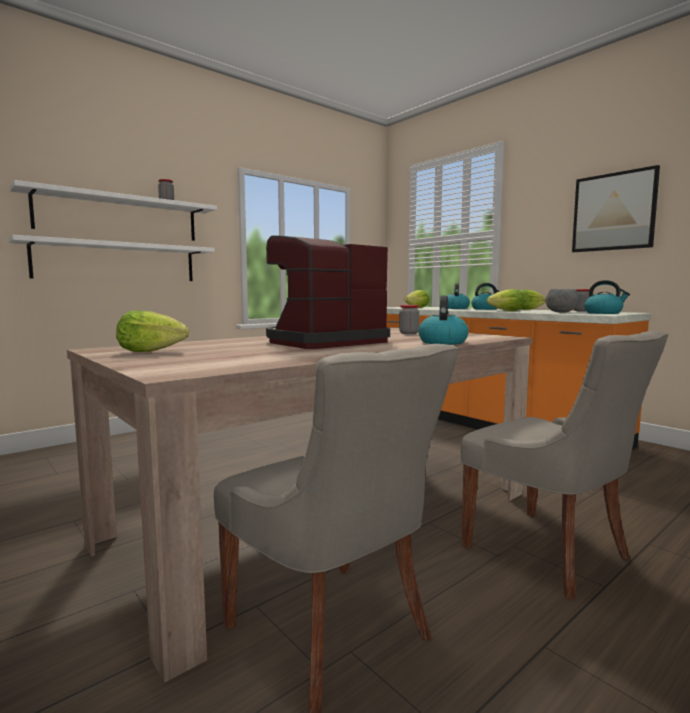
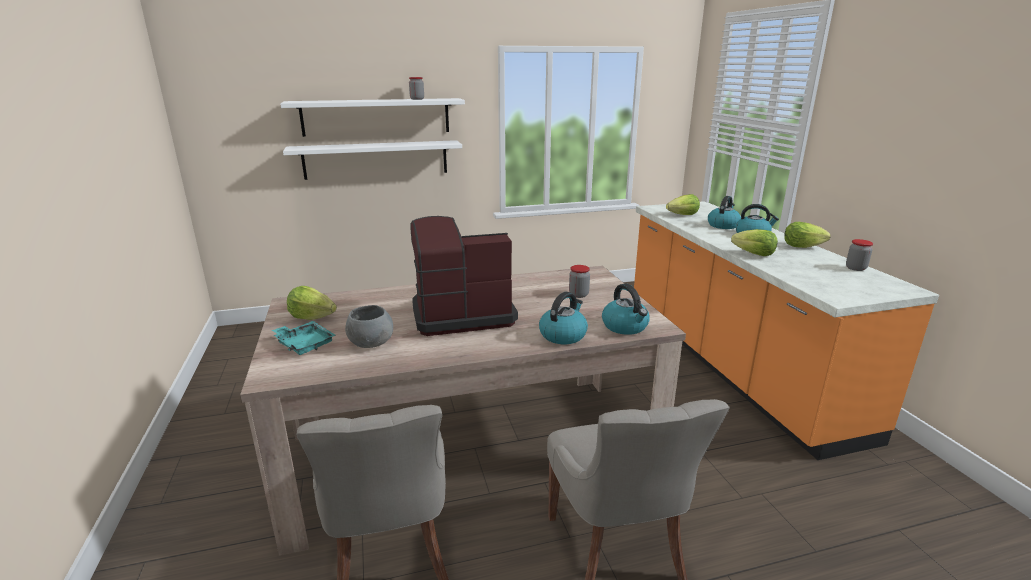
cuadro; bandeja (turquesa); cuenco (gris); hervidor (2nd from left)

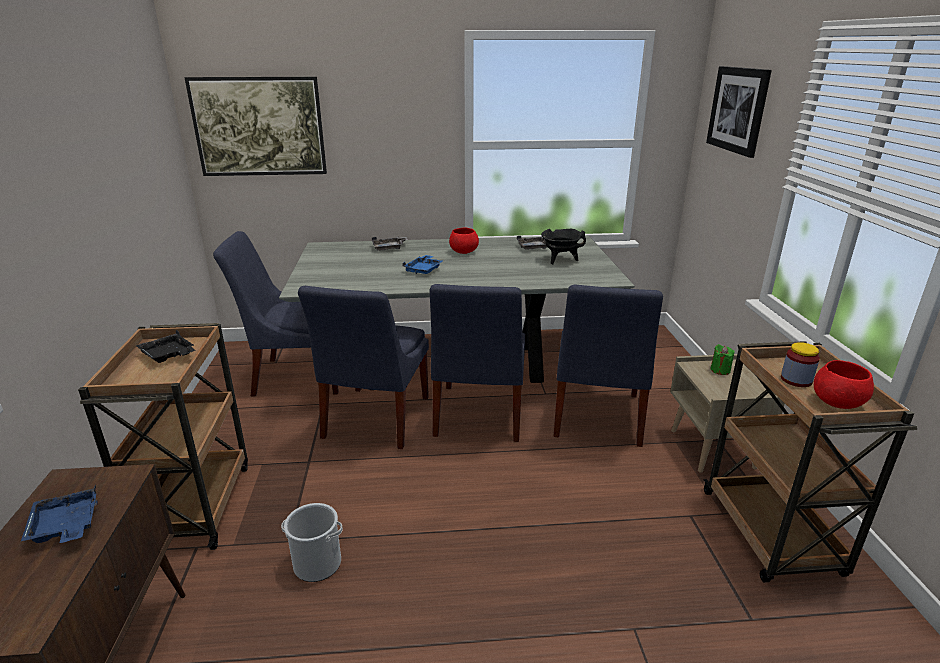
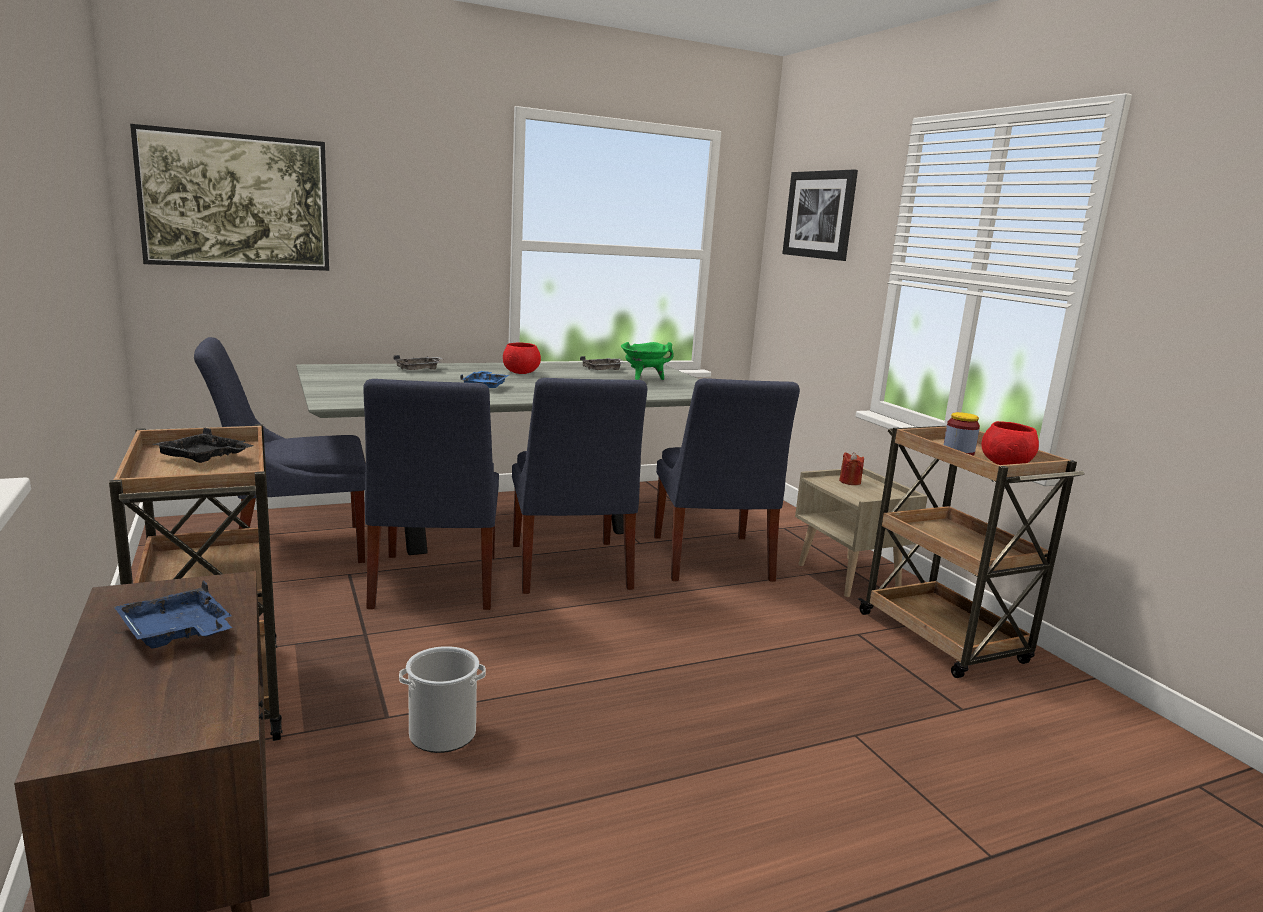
olla (verde); vela (rojo)

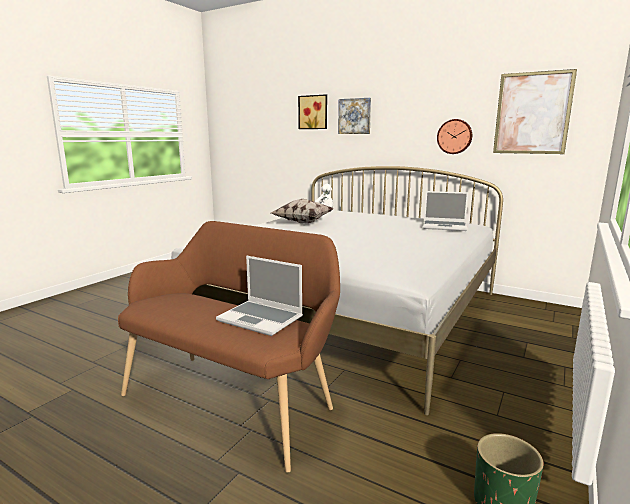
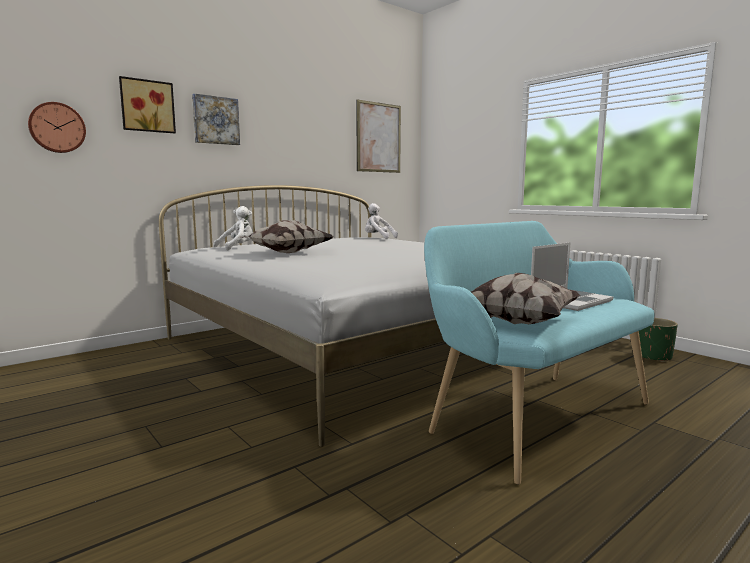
cojín (2nd from left); reloj de pared; peluche (blanco) (2nd from left); banco (turquesa)

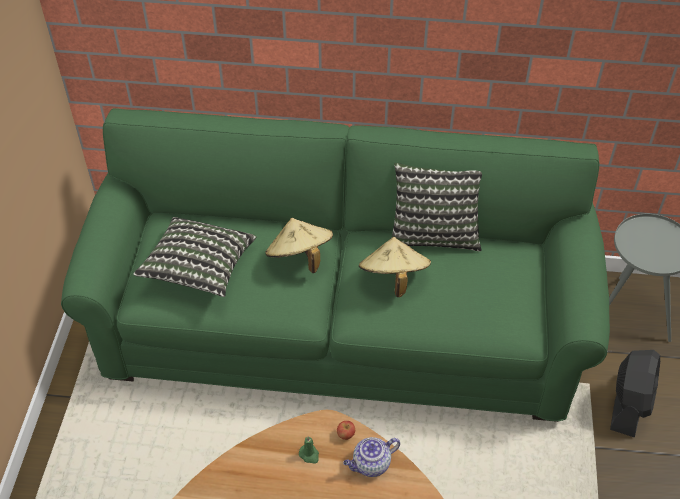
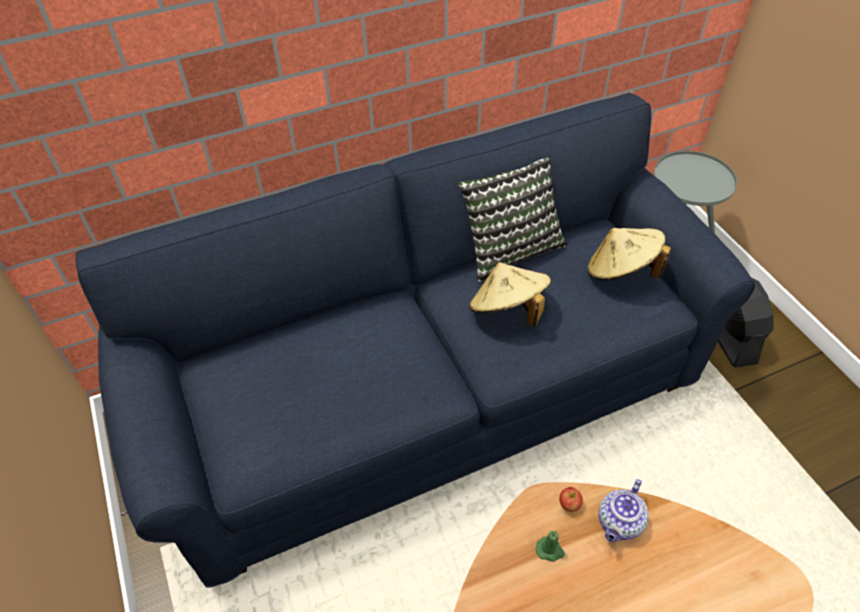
cojín (1st from left in the first image); sombrero (beis) (2nd from left); sofá (azul)

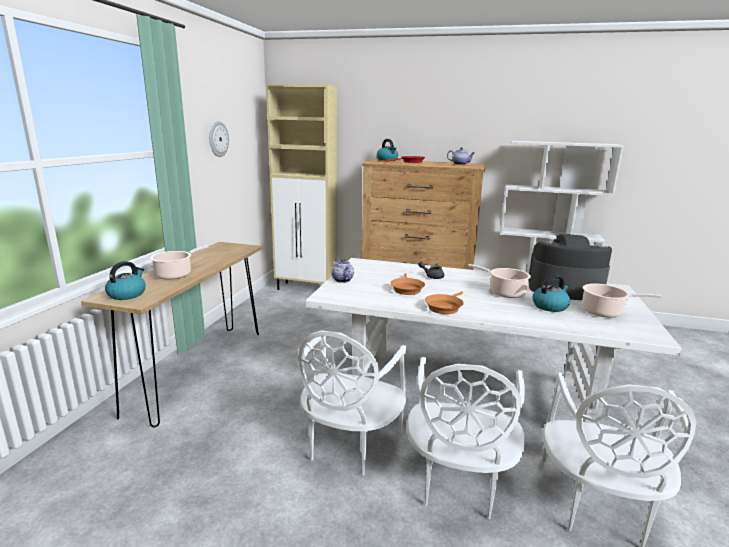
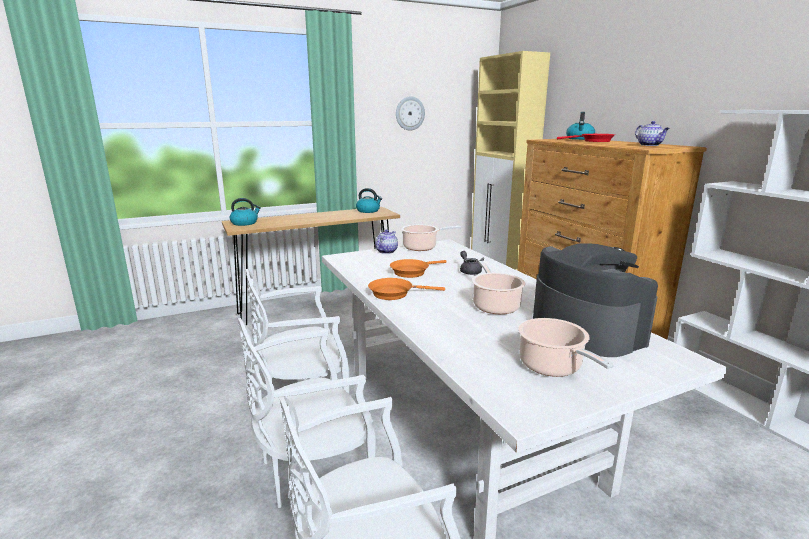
olla (1st from left); hervidor (2nd from left)

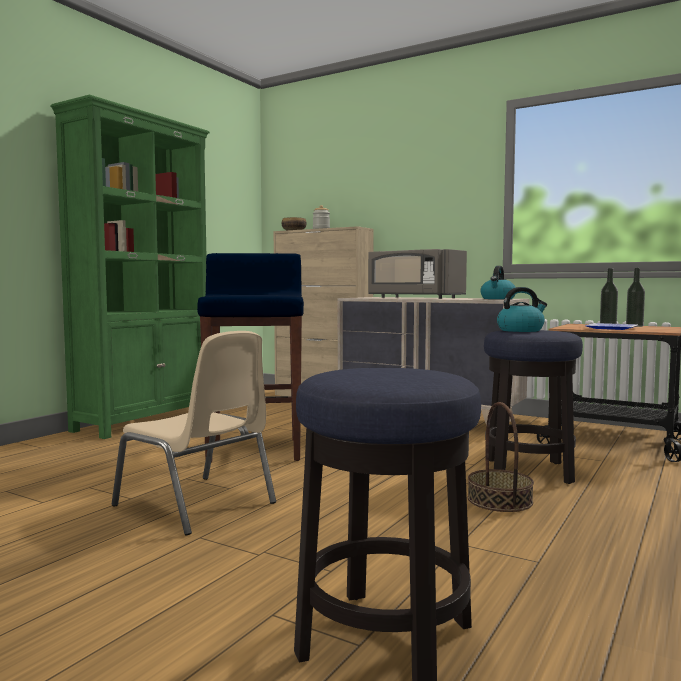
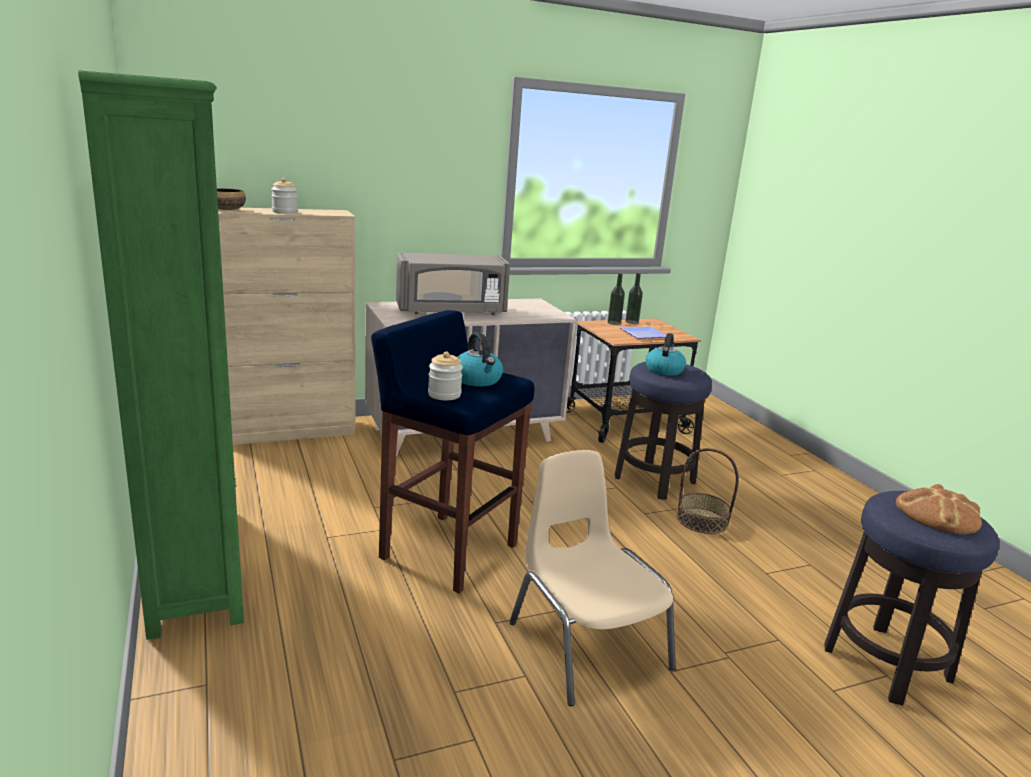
tarro (2nd from left); pan; hervidor (1st from left); silla (beis)

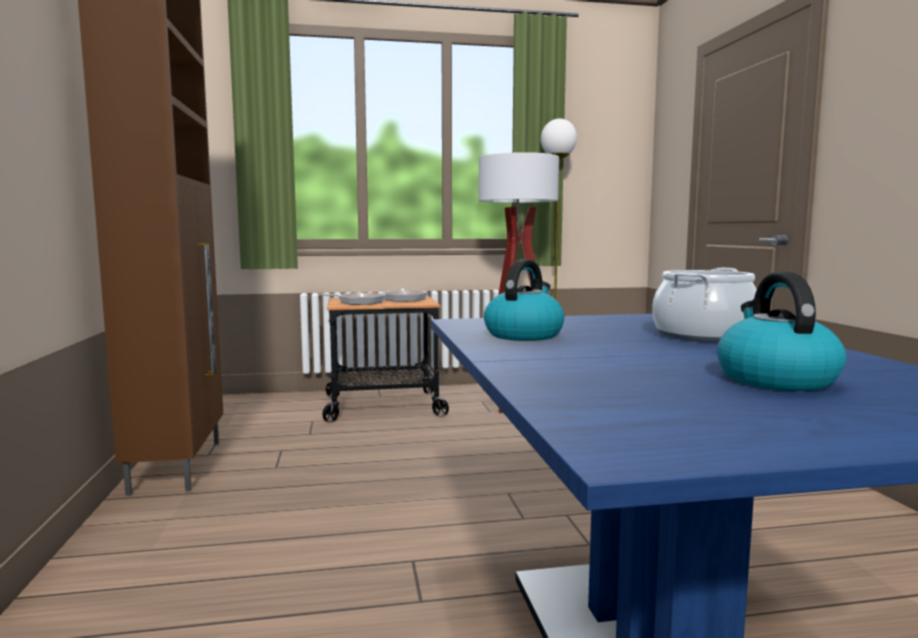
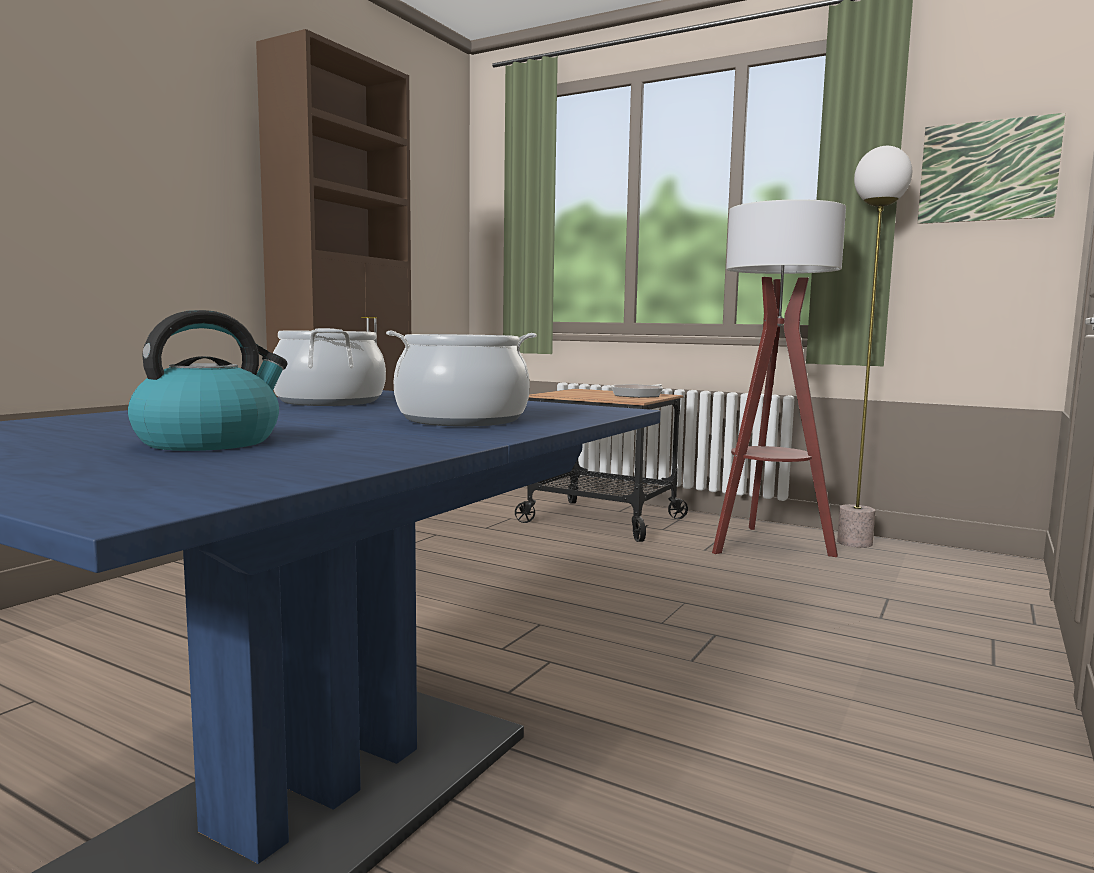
sartén (1st from left in the first image); cuadro; olla (1st from left)

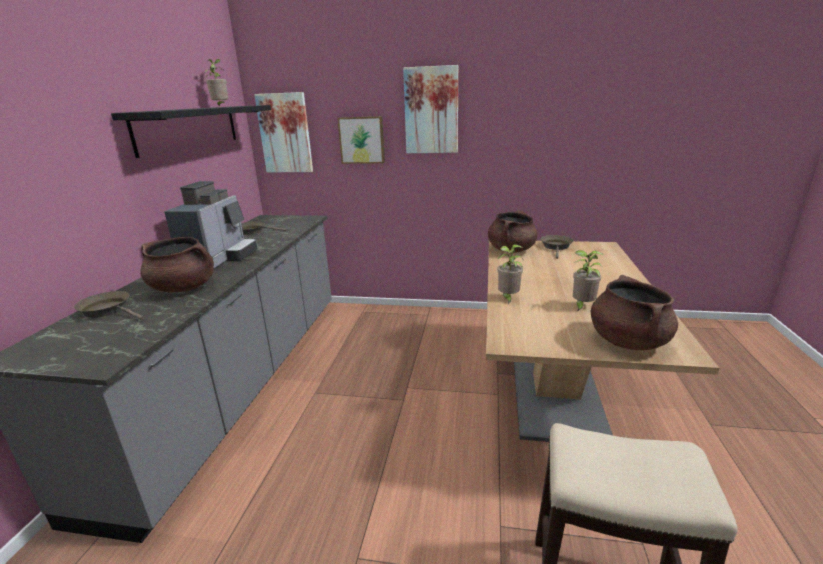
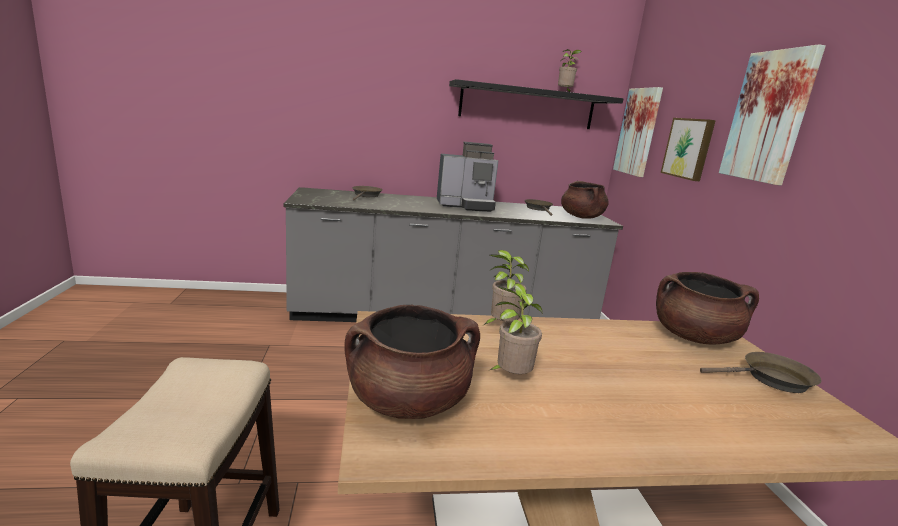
olla (marrón) (2nd from left)

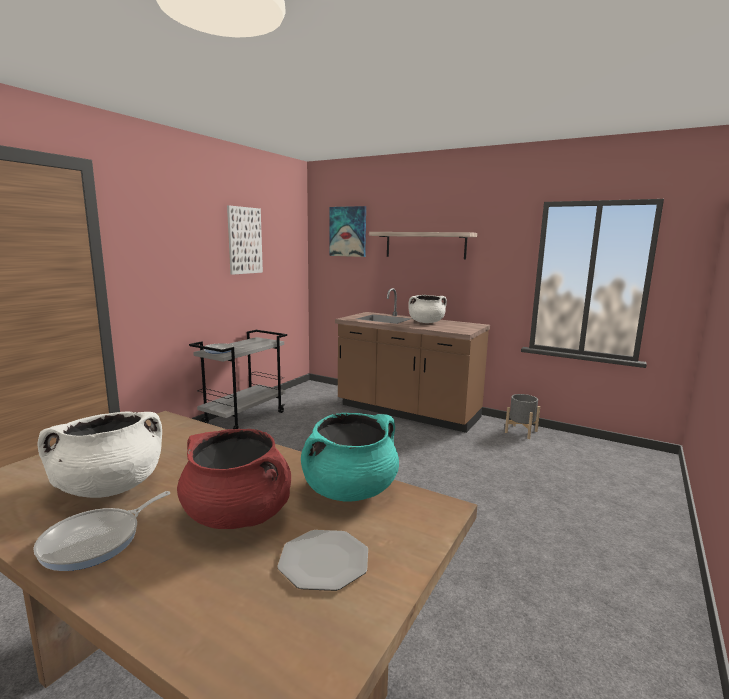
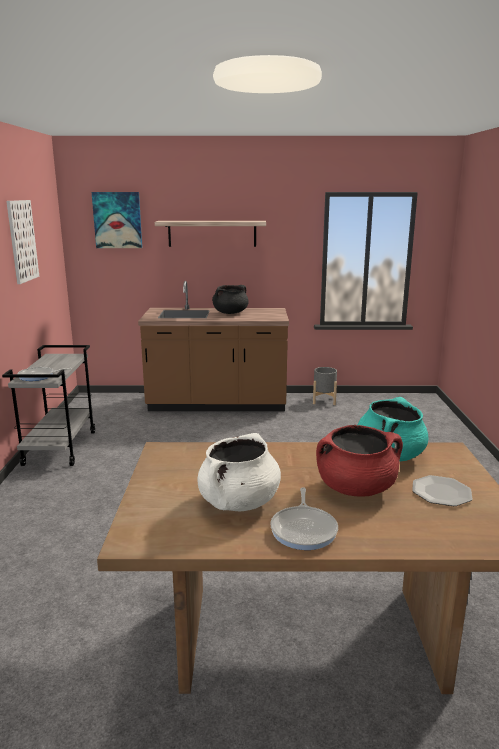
olla (negro)

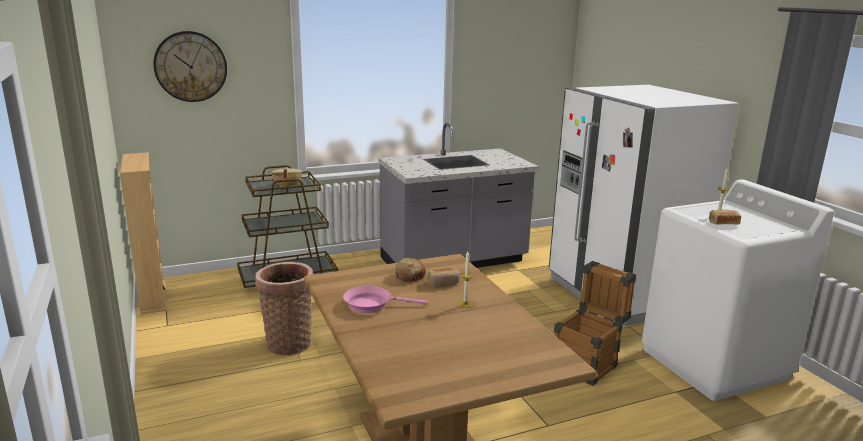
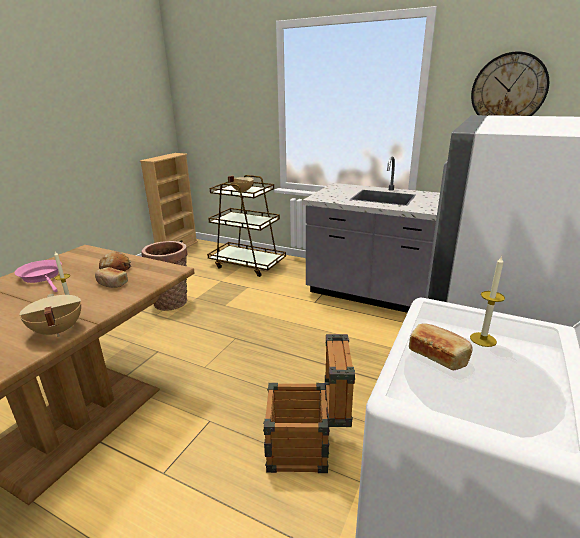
olla (beis) (1st from left); reloj de pared

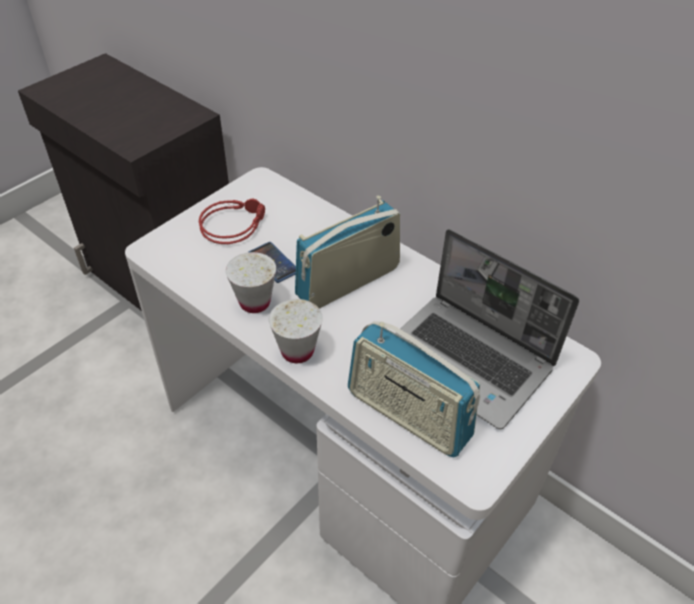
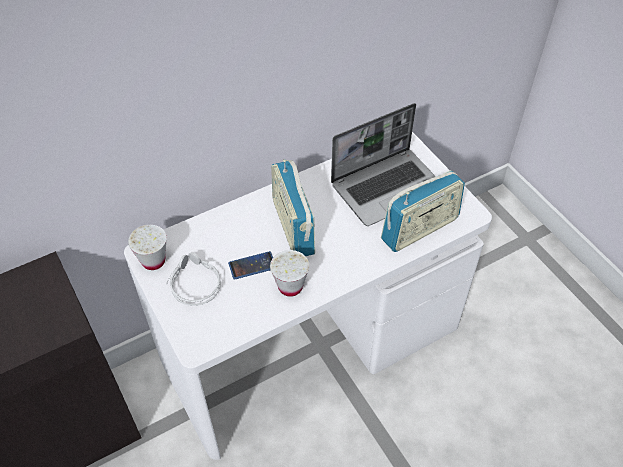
taza (blanco) (1st from left); auriculares (gris)

